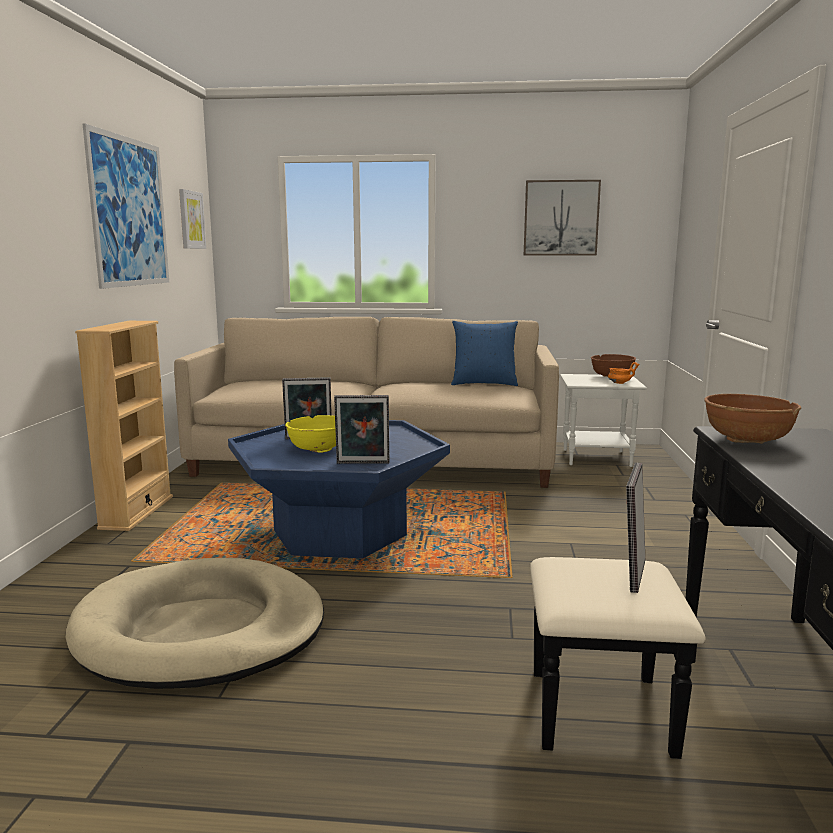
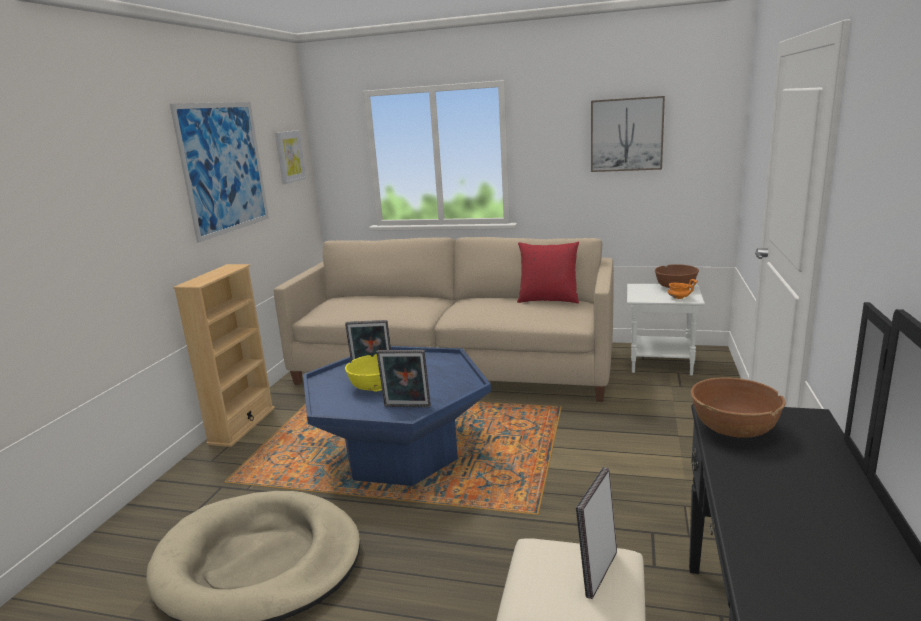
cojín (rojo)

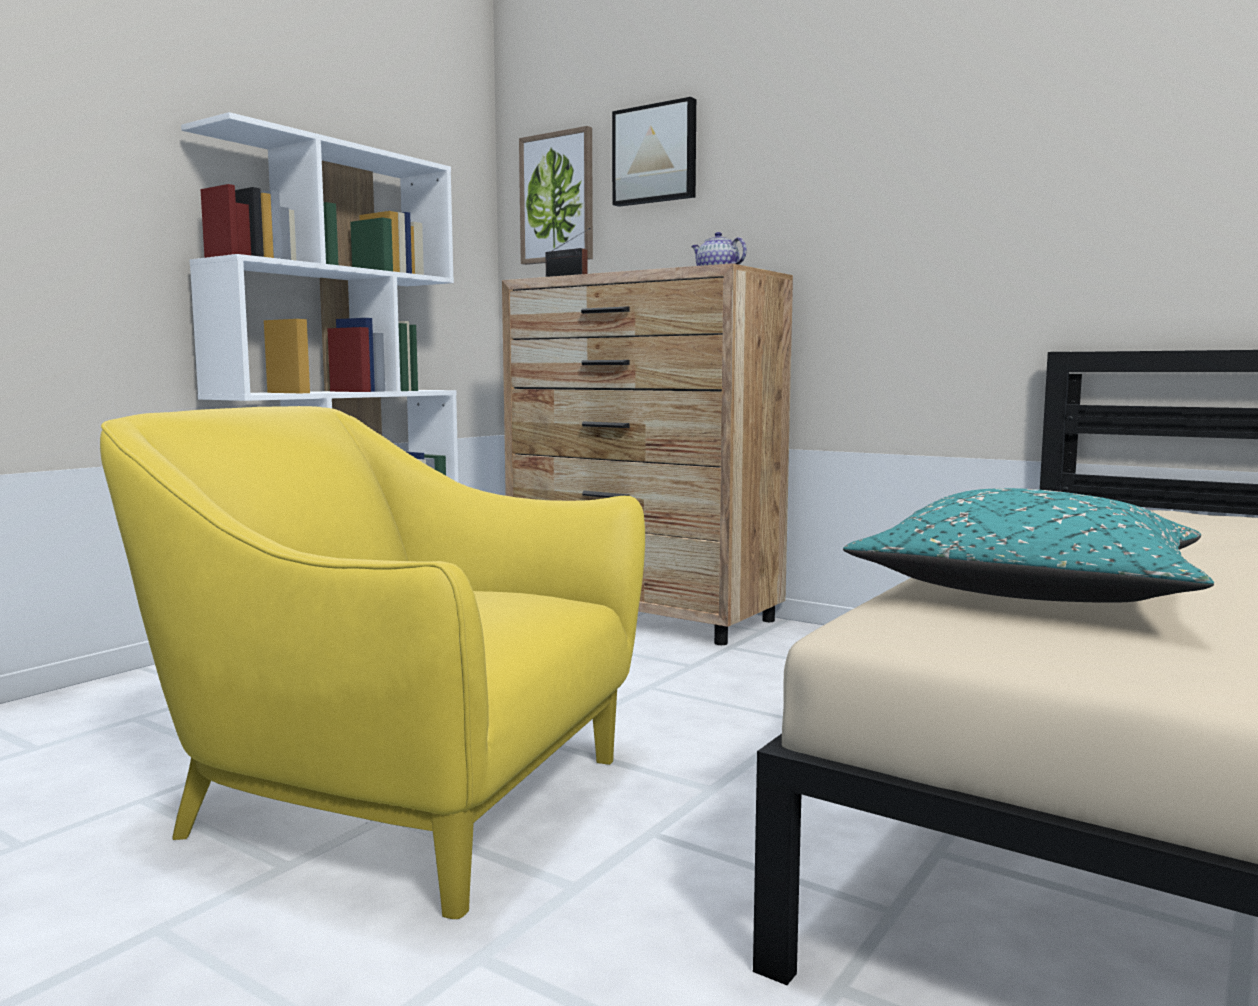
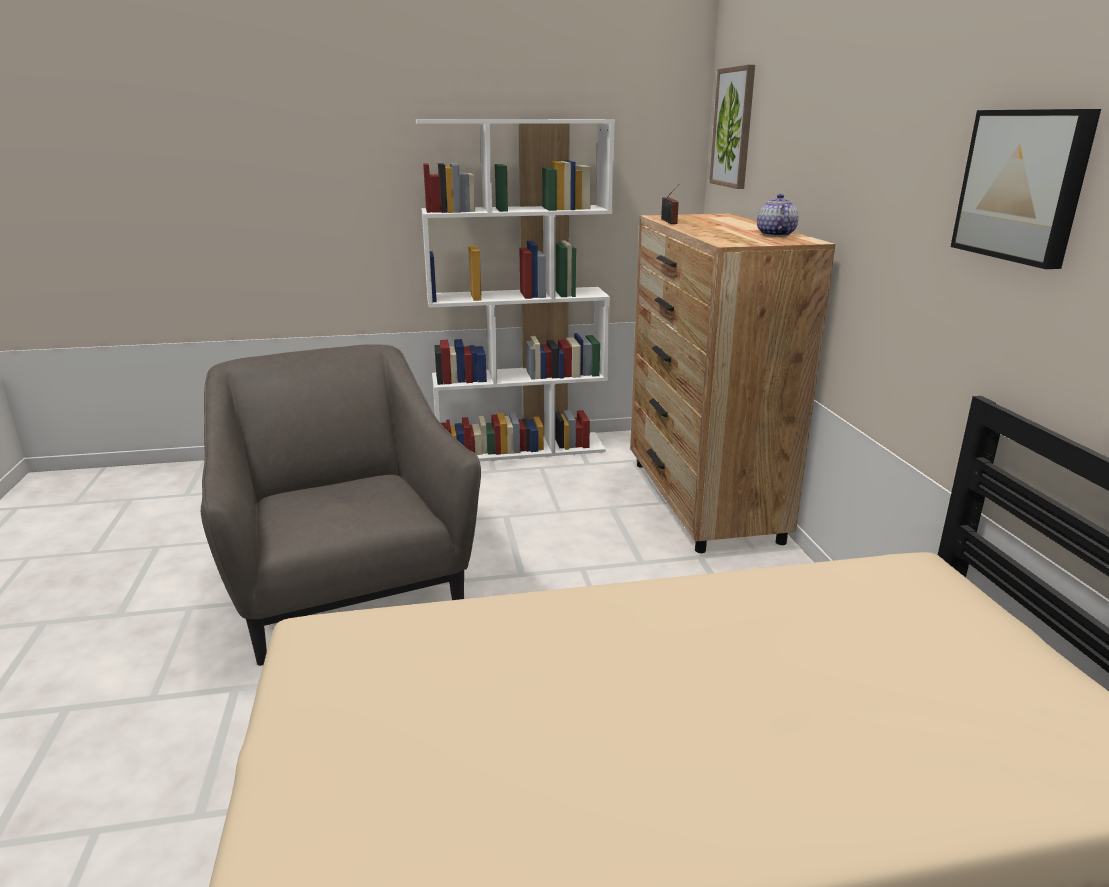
cojín (turquesa); cuadro (2nd from left); sillón (gris)

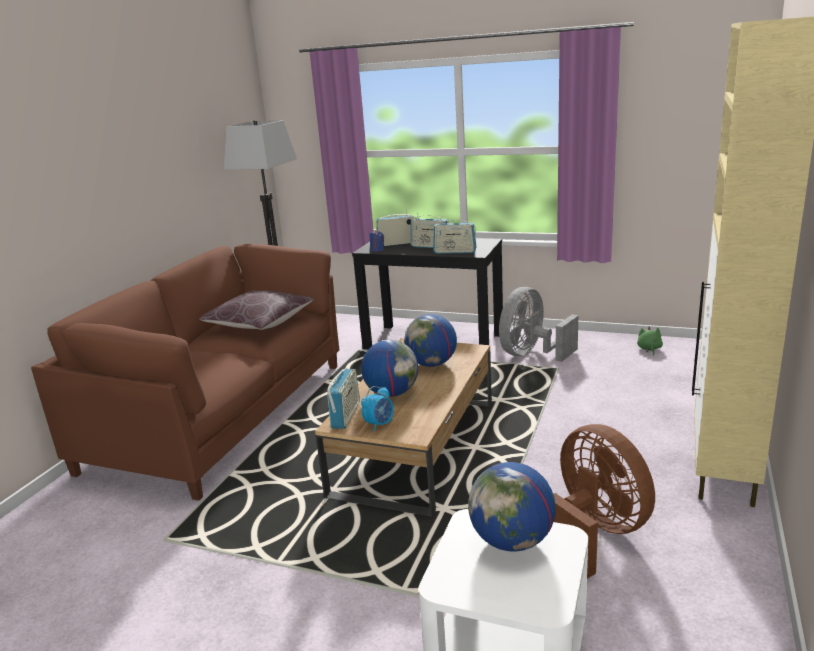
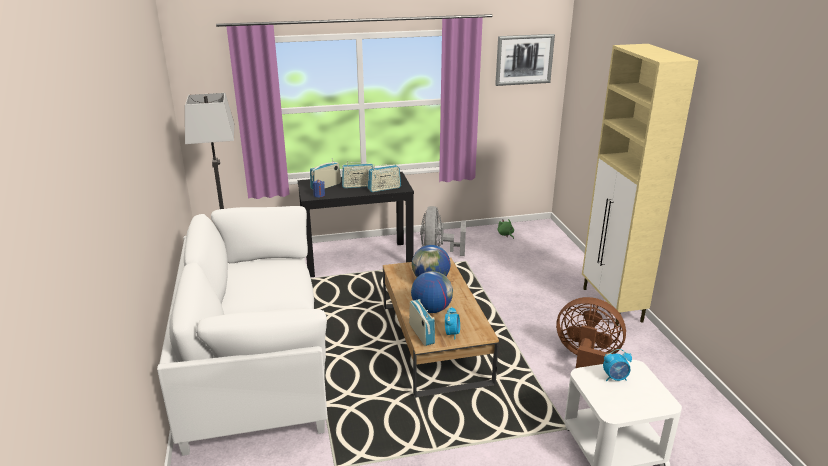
cojín (marrón); cuadro; despertador (2nd from left); sofá (blanco)

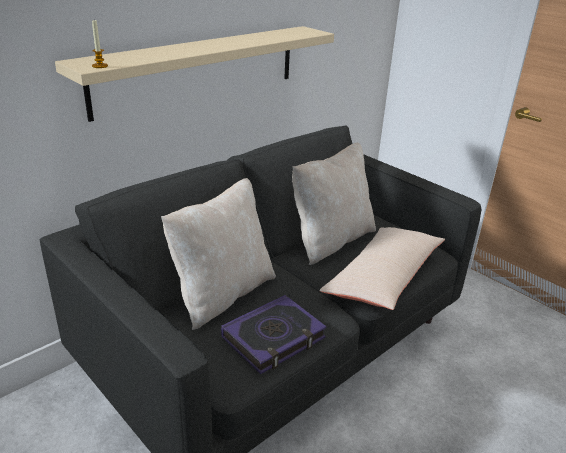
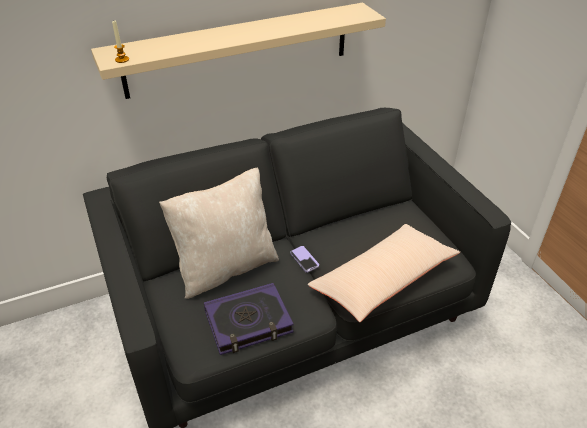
cojín (beis) (2nd from left in the first image); móvil

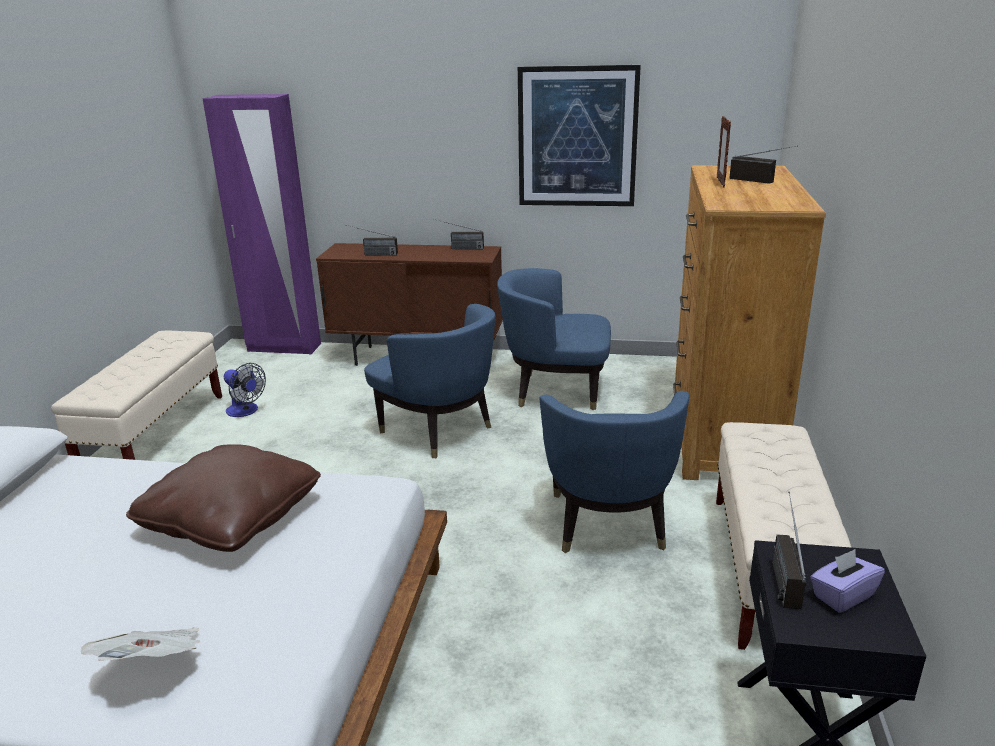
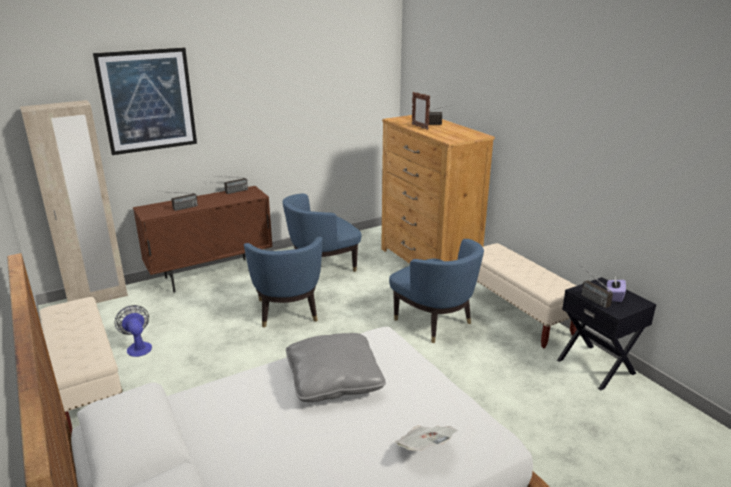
cuadro; cojín (gris); armario ropero (beis); ventilador; sillón (azul) (1st from left)

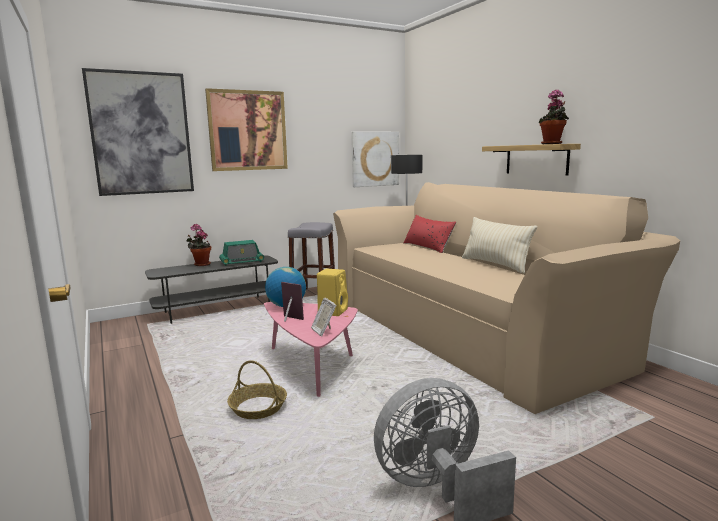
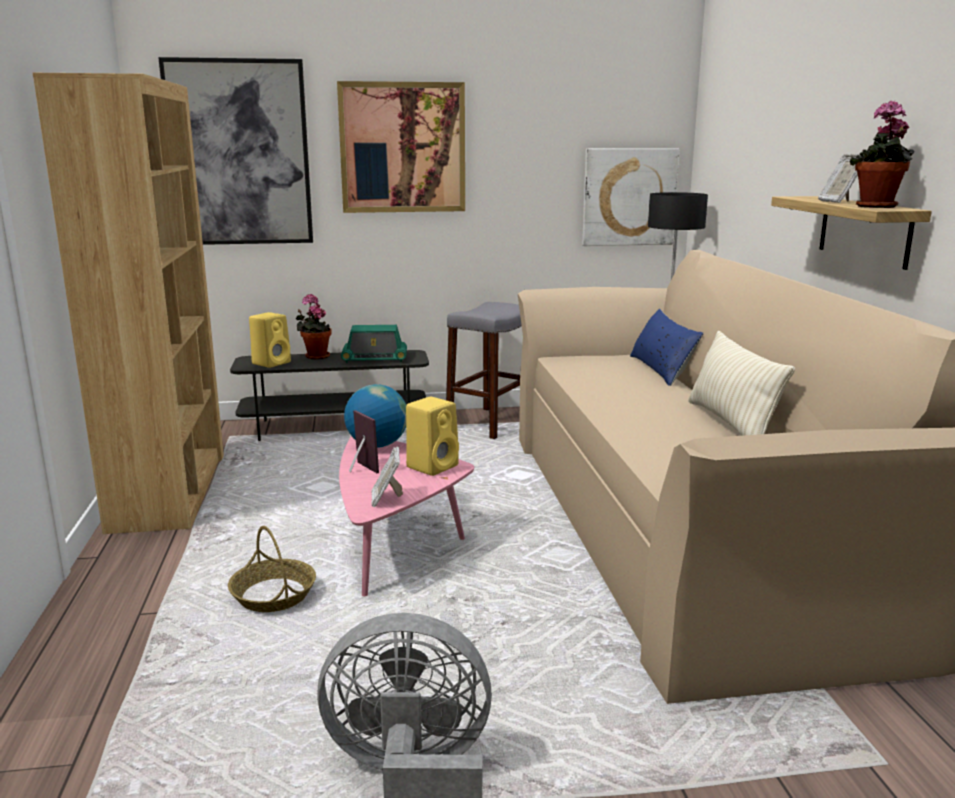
estantería (marrón); altavoz (amarillo) (1st from left); portarretratos (3rd from left); cojín (azul)

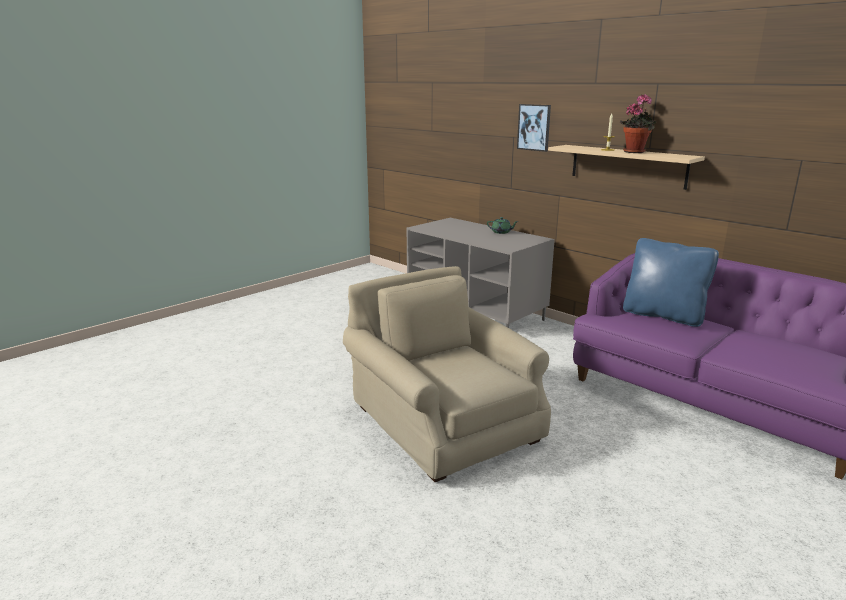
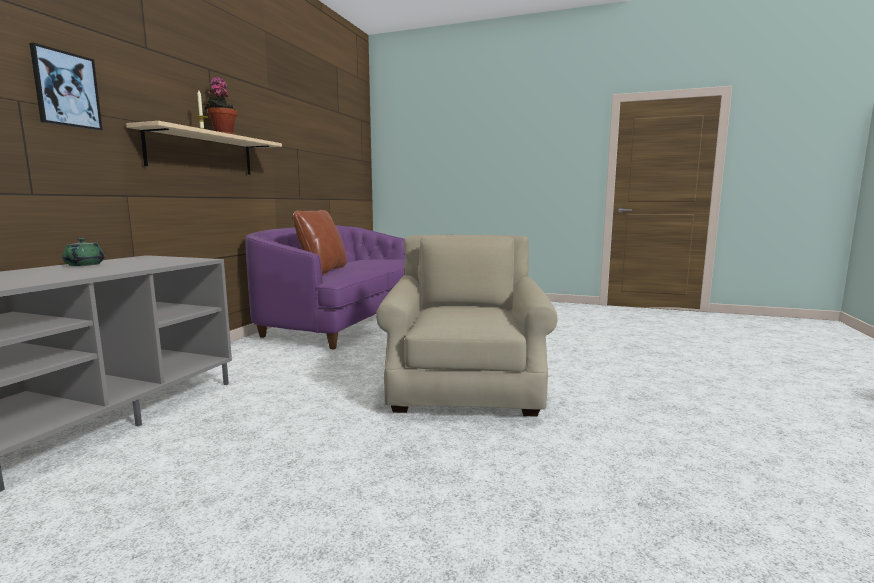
cojín (marrón); sillón (beis)

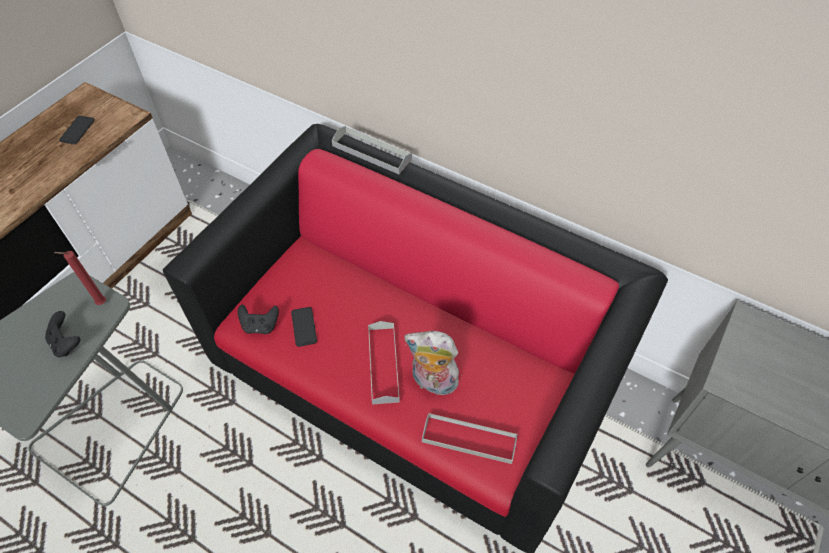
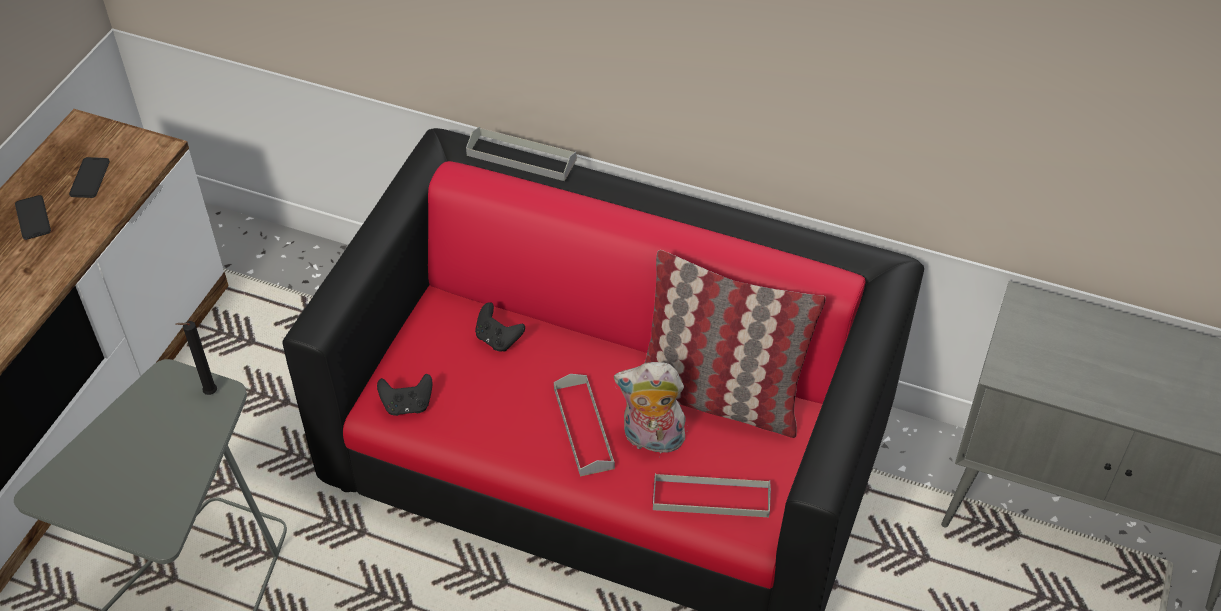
cojín; mando de consola (negro) (2nd from left); móvil (1st from left); vela (negro)

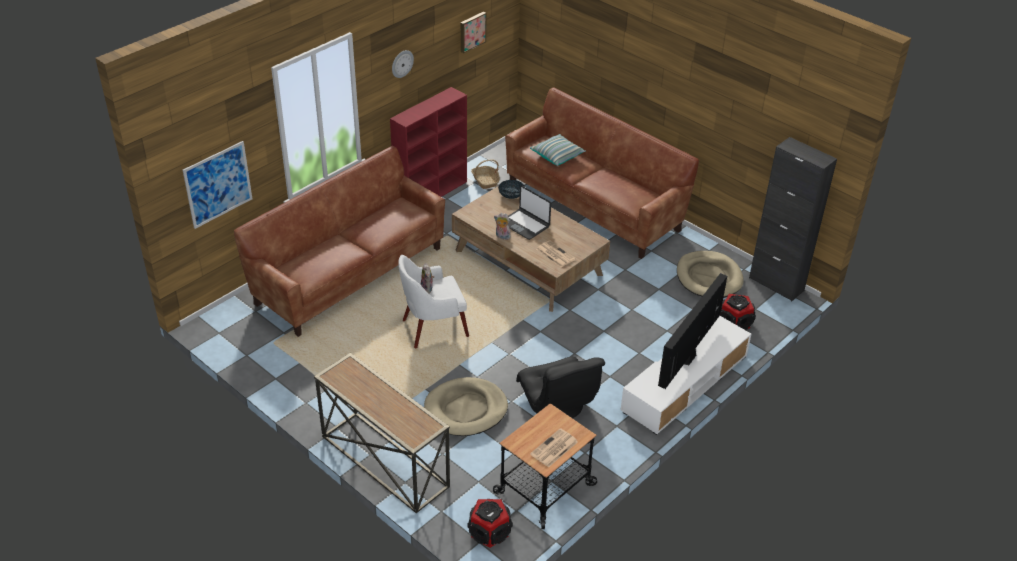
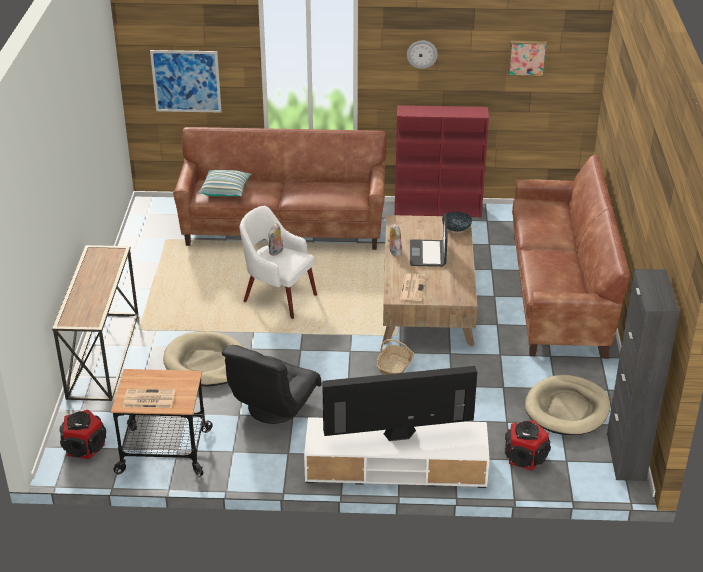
cesta; cojín

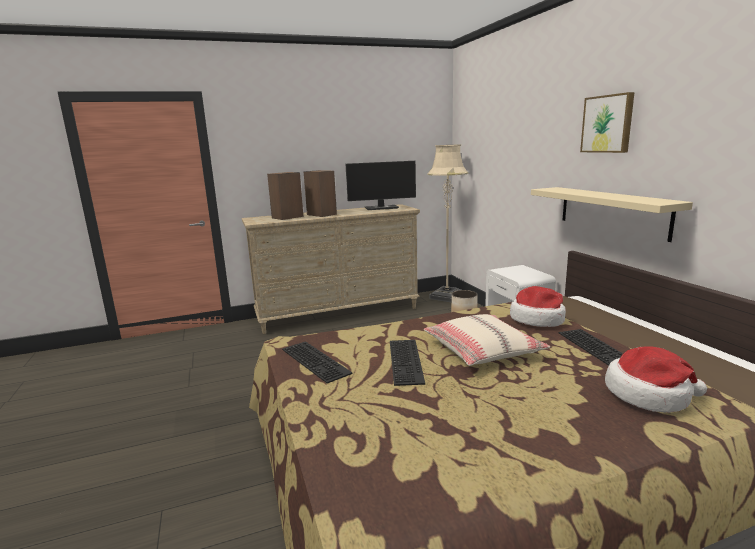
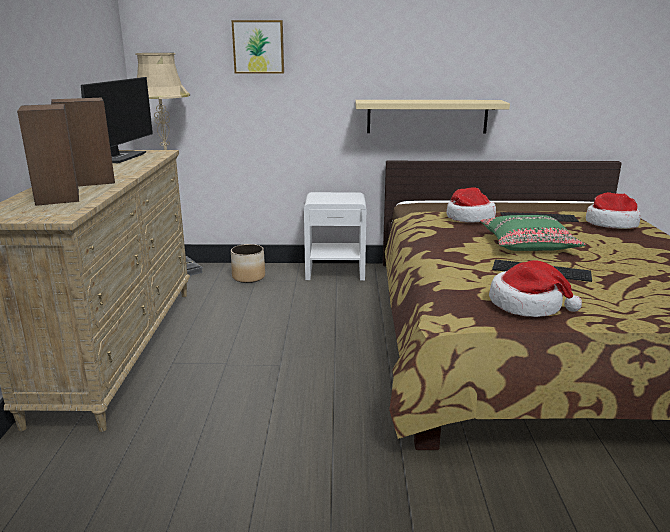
cuadro; sombrero (2nd from left); cojín (verde)

